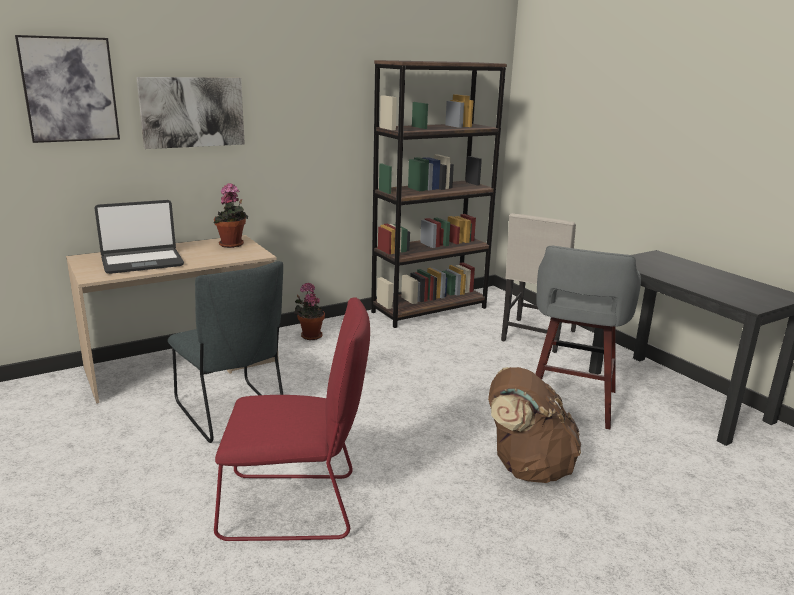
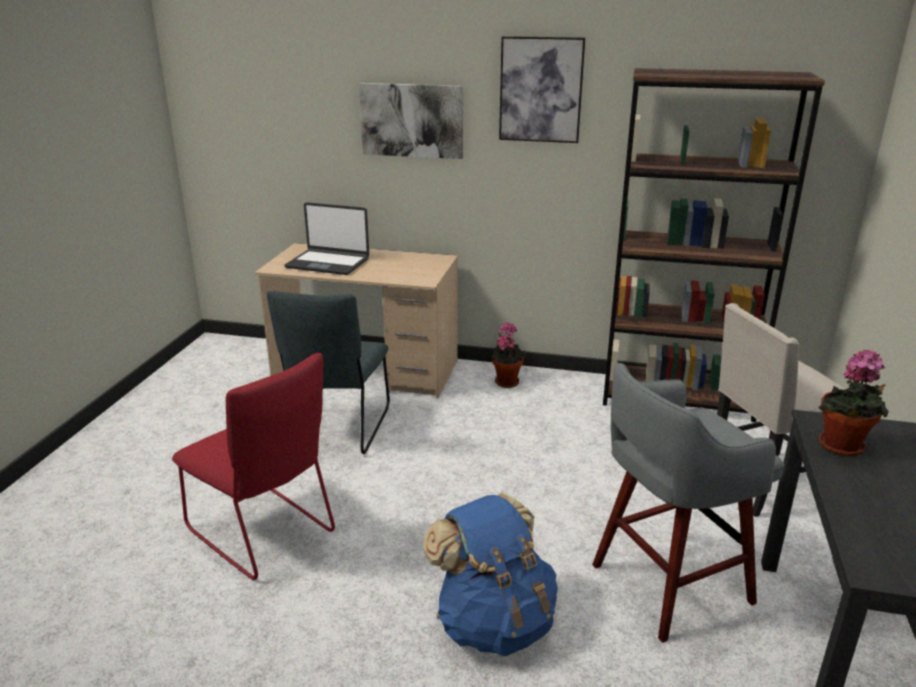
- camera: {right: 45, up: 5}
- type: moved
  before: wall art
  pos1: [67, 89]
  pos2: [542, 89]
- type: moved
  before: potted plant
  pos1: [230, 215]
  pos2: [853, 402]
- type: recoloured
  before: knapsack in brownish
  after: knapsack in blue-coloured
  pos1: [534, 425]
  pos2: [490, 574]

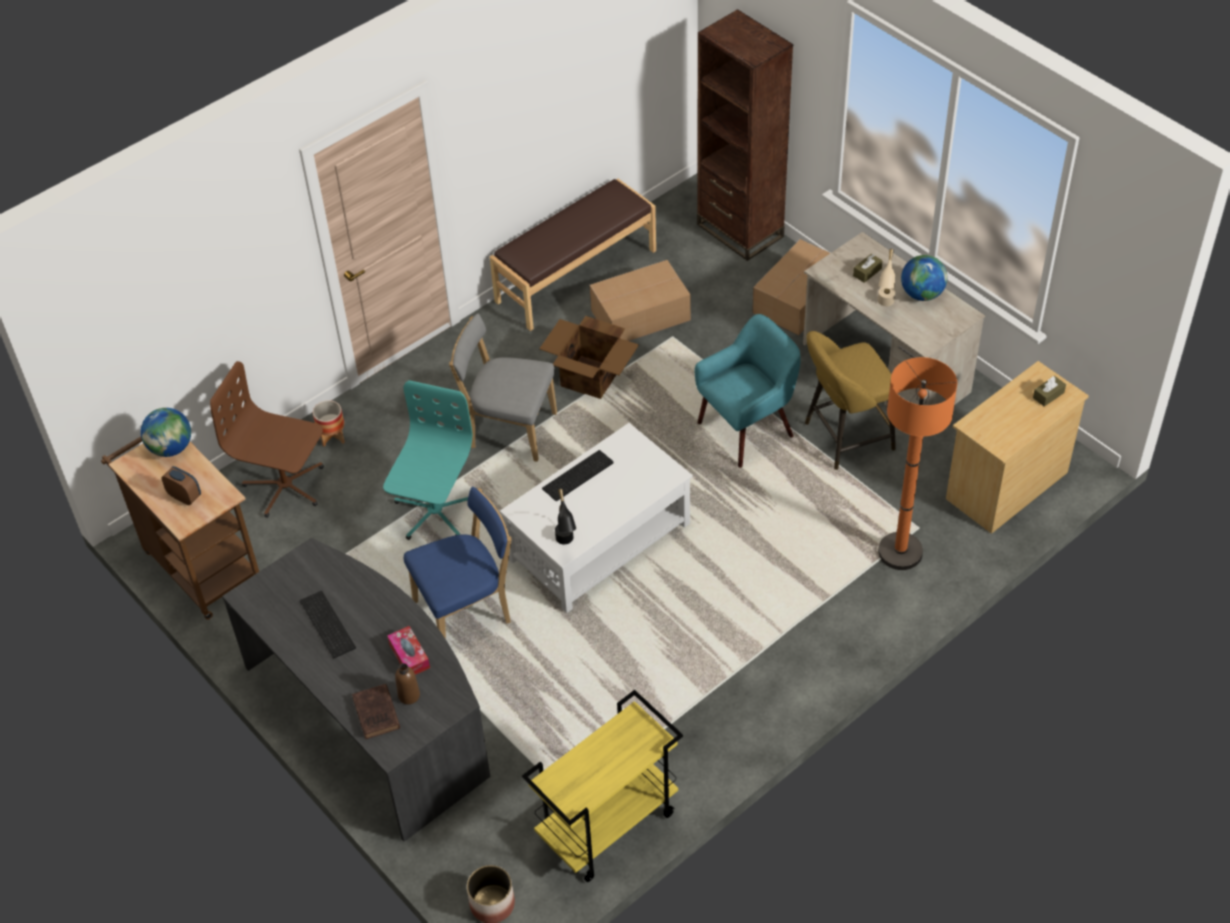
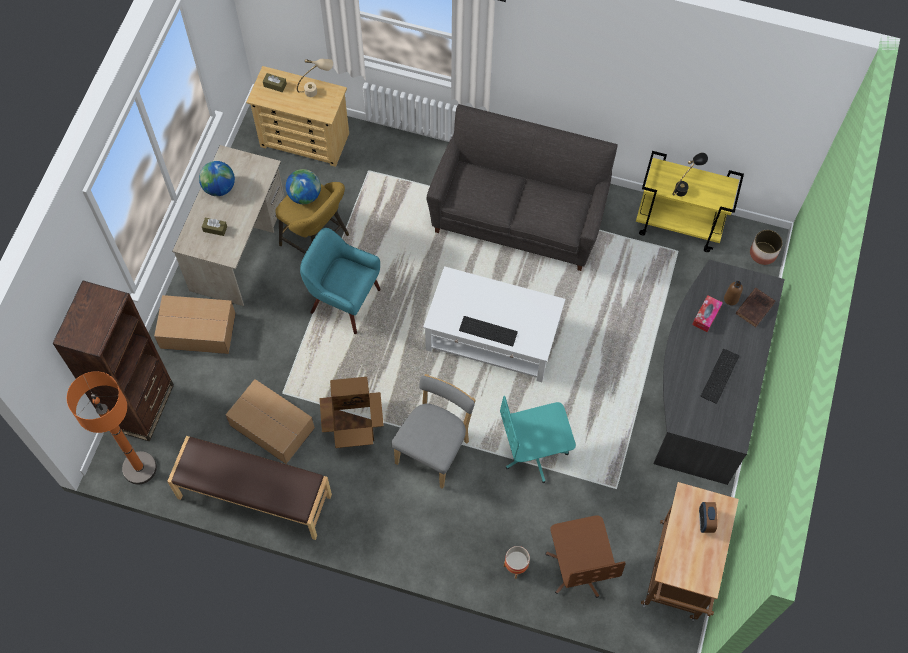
- camera: {right: -125, up: 15}
- type: moved
  before: world globe
  pos1: [166, 432]
  pos2: [303, 186]
- type: removed
  before: chair in blue-coloured
  pos1: [457, 563]
- type: turned
  before: chair in grey
  pos1: [503, 388]
  pos2: [433, 431]
  turn: -135
- type: moved
  before: tabletop lamp in black
  pos1: [565, 516]
  pos2: [690, 174]
- type: moved
  before: tabletop lamp in sand-coloured
  pos1: [886, 277]
  pos2: [315, 78]
- type: moved
  before: floor lamp in orangey
  pos1: [917, 463]
  pos2: [112, 427]
- type: added
  after: sofa in grey
  pos2: [522, 187]

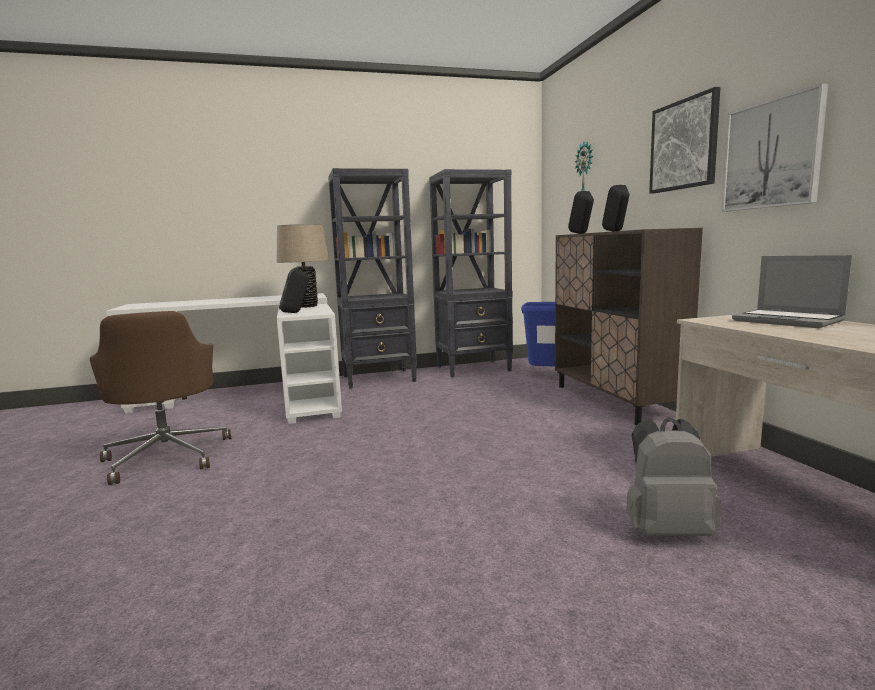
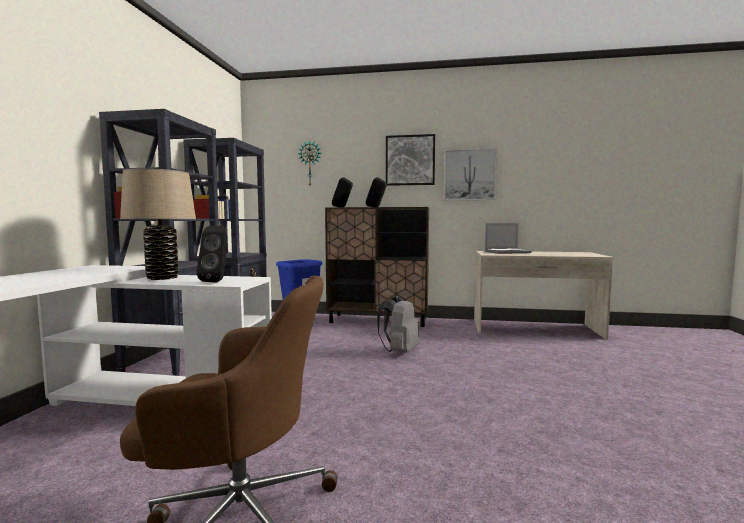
- camera: {right: -65, up: -5}
- type: moved
  before: knapsack in grey
  pos1: [673, 476]
  pos2: [398, 324]

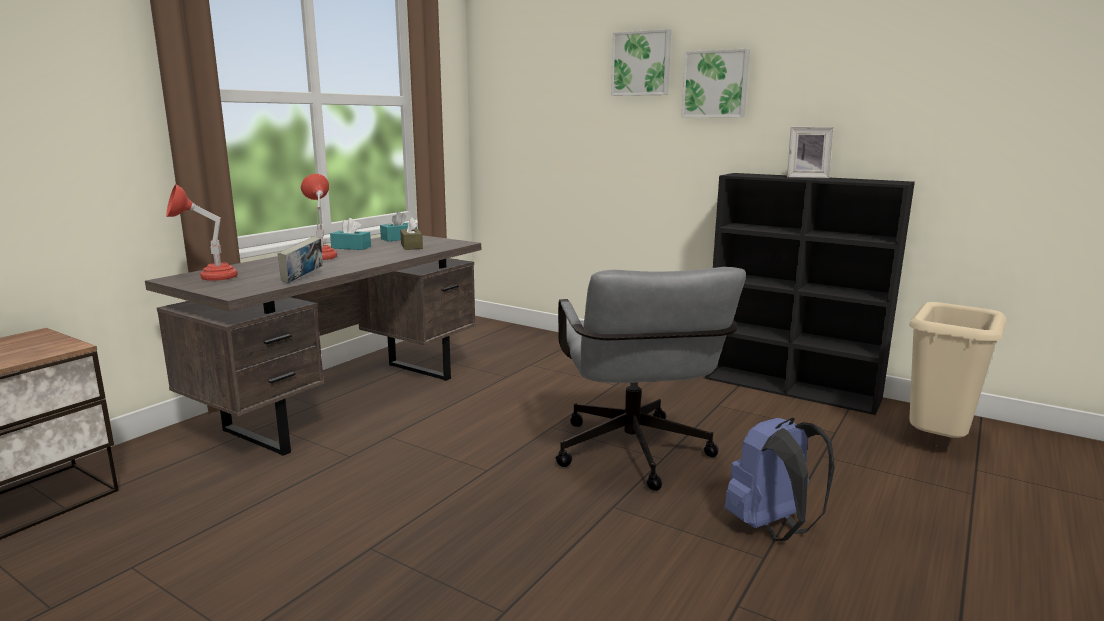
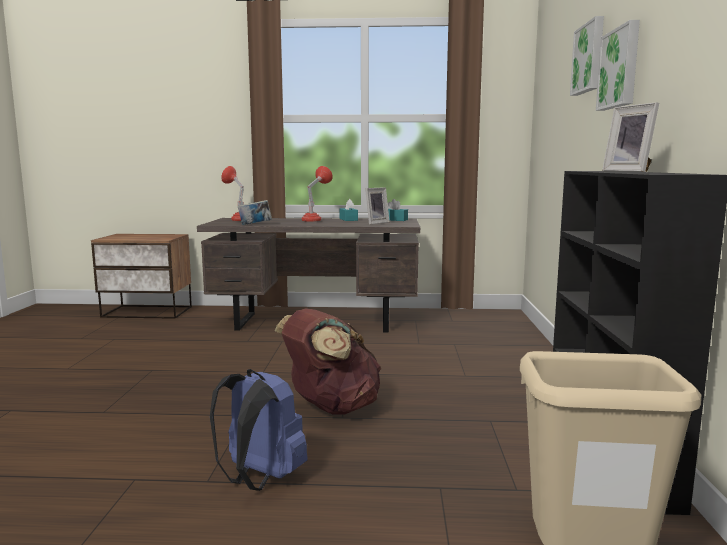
- camera: {right: 60, up: -5}
- type: replaced
  before: tissue box in brownish
  after: standing frame
  pos1: [411, 233]
  pos2: [377, 206]
- type: replaced
  before: desk chair in grey
  after: knapsack in brownish
  pos1: [651, 379]
  pos2: [328, 361]

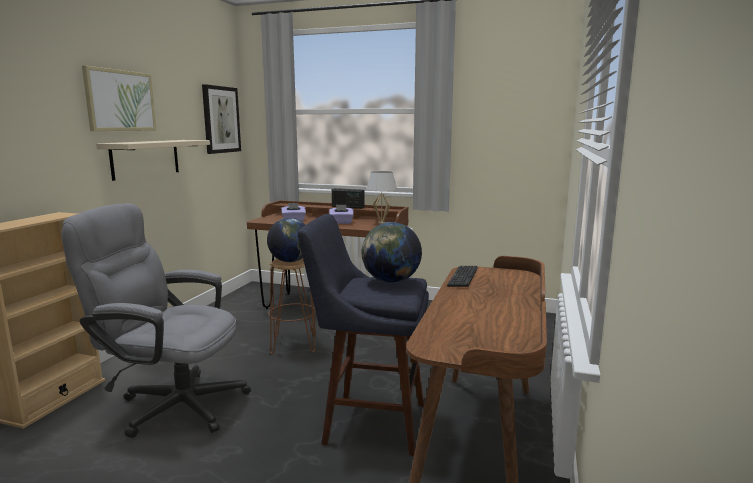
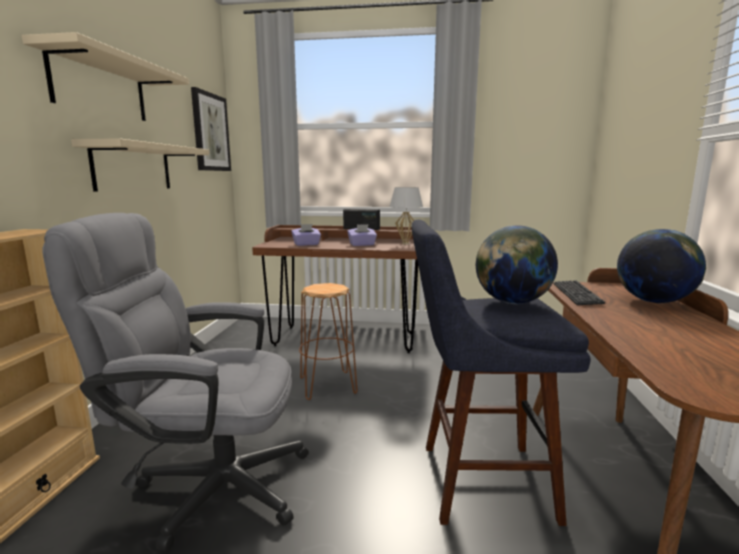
- camera: {right: -10, up: 0}
- type: replaced
  before: wall art
  after: shelf in sand-coloured
  pos1: [119, 98]
  pos2: [105, 76]
- type: moved
  before: world globe
  pos1: [286, 240]
  pos2: [661, 266]

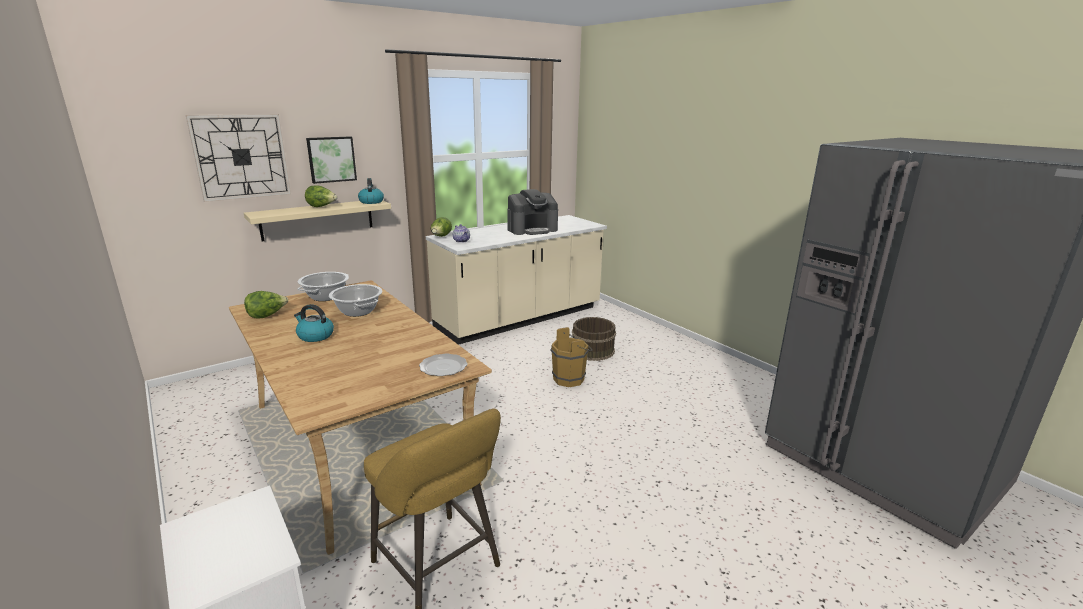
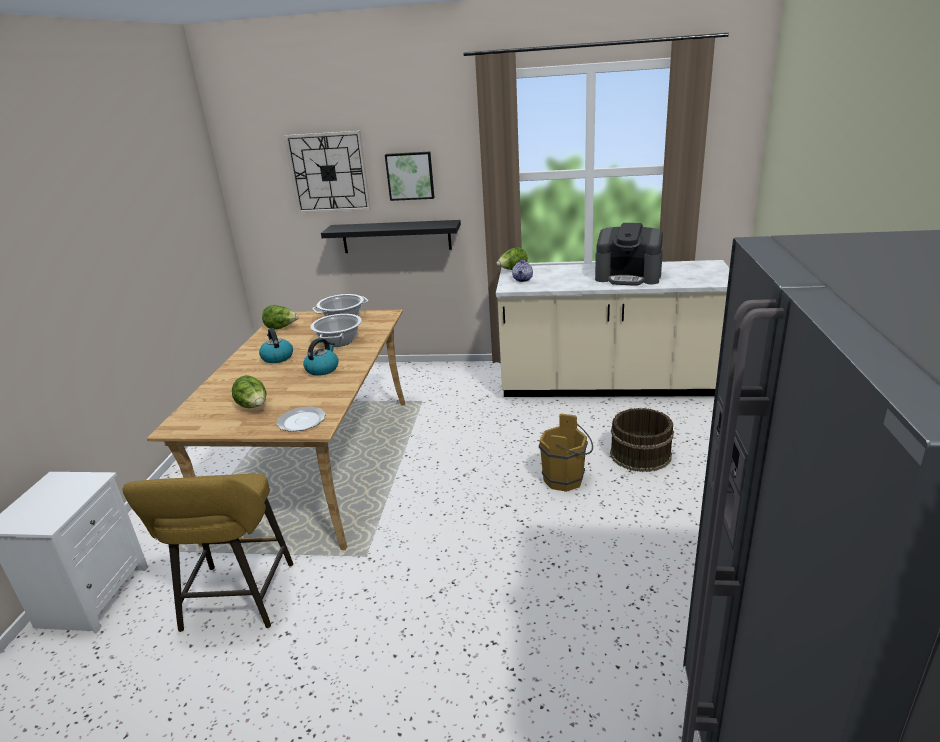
- camera: {right: 45, up: 5}
- type: recoloured
  before: shelf in sand-coloured
  after: shelf in black
  pos1: [317, 221]
  pos2: [391, 236]
- type: moved
  before: lettuce head
  pos1: [321, 196]
  pos2: [249, 391]
- type: moved
  before: kettle
  pos1: [371, 191]
  pos2: [321, 357]

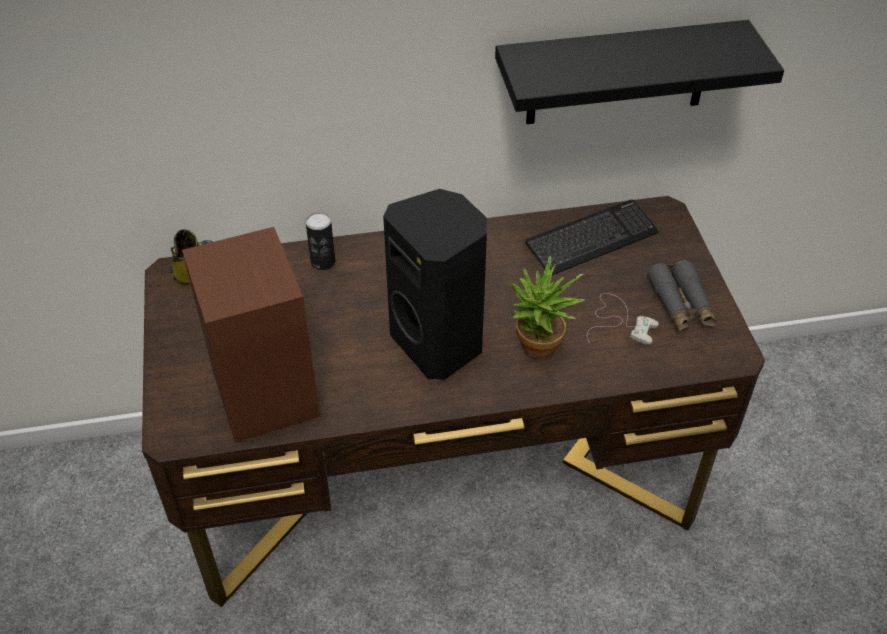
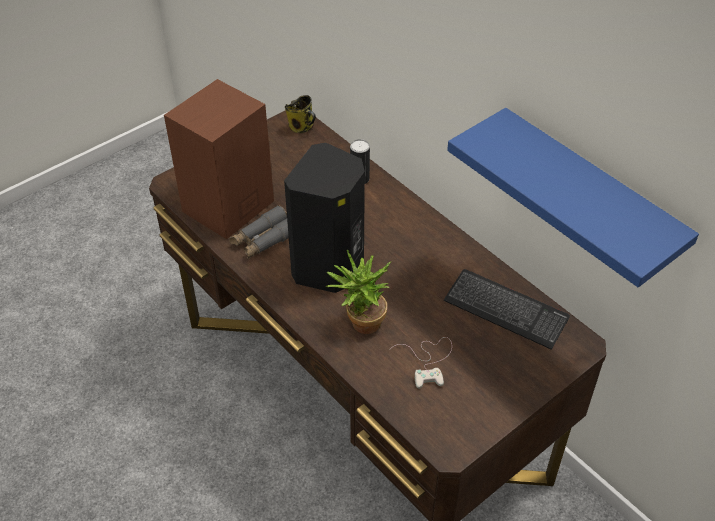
- camera: {right: 60, up: 0}
- type: recoloured
  before: shelf in black
  after: shelf in blue-coloured
  pos1: [639, 72]
  pos2: [573, 197]
- type: moved
  before: pair of binoculars in grey
  pos1: [682, 296]
  pos2: [259, 232]

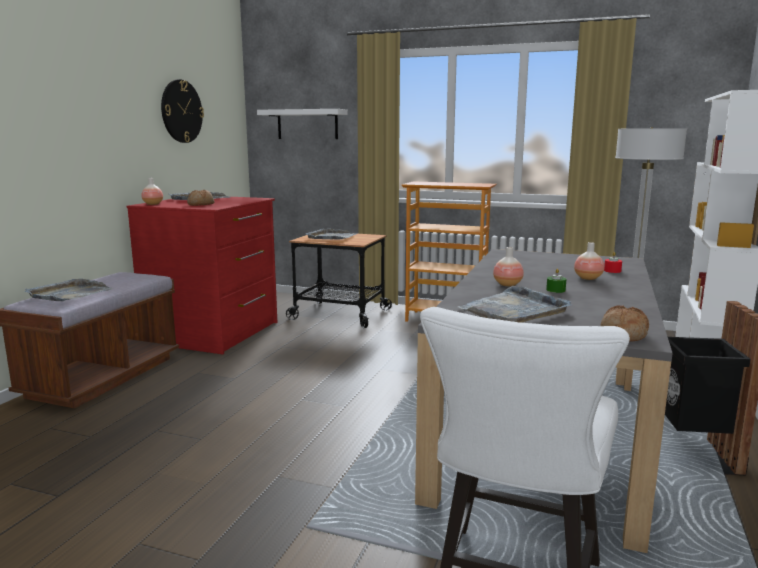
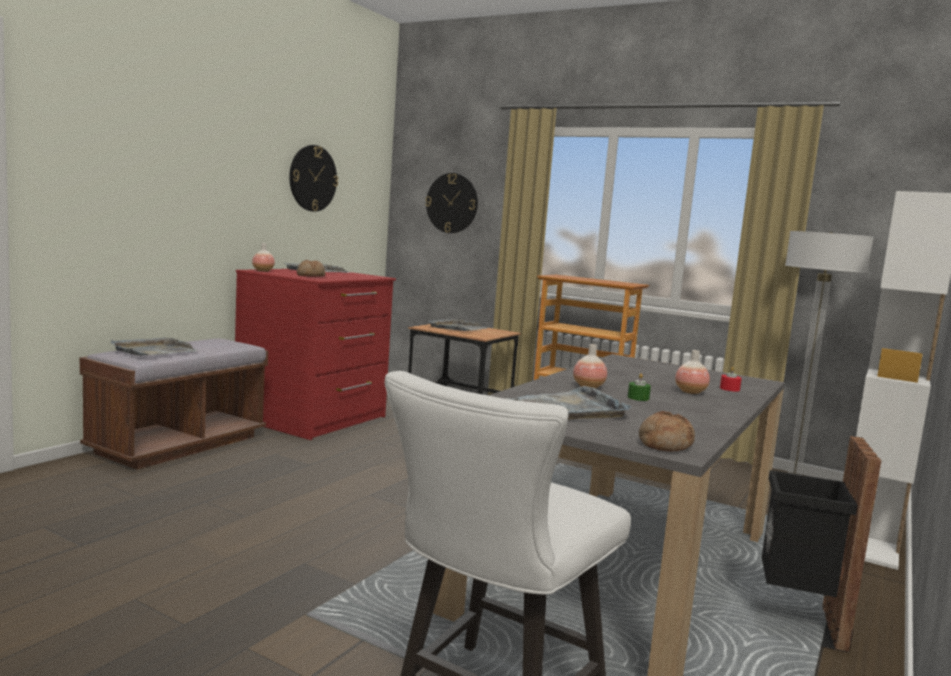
- camera: {right: 10, up: -5}
- type: replaced
  before: shelf in whitish
  after: wall clock
  pos1: [302, 124]
  pos2: [451, 203]

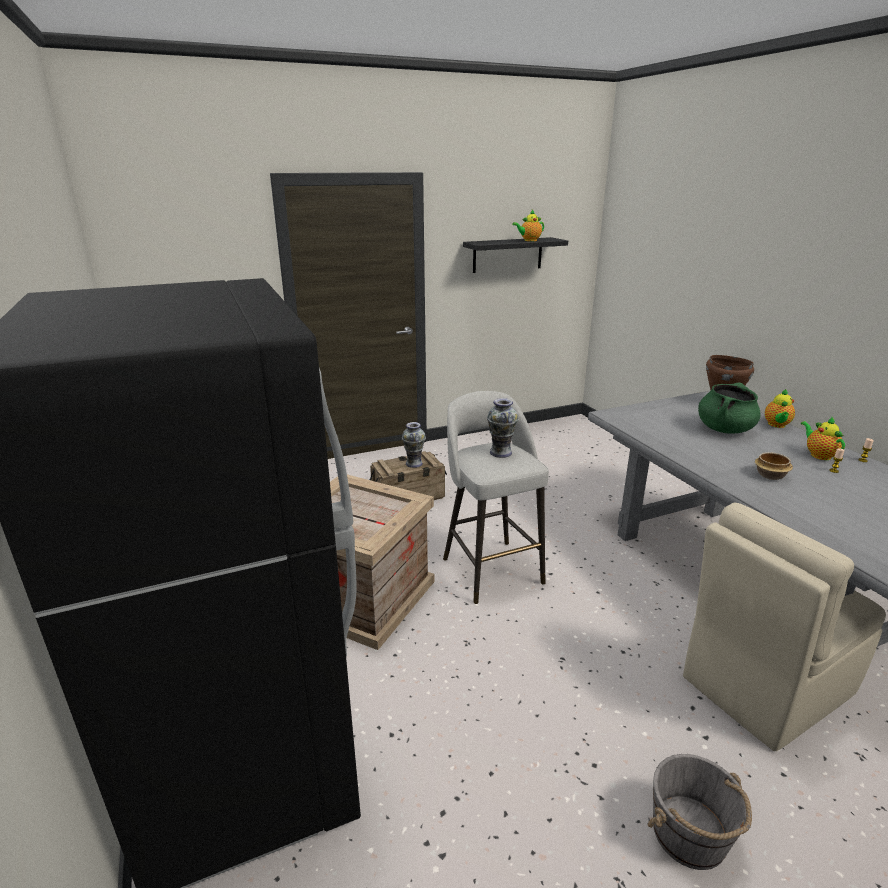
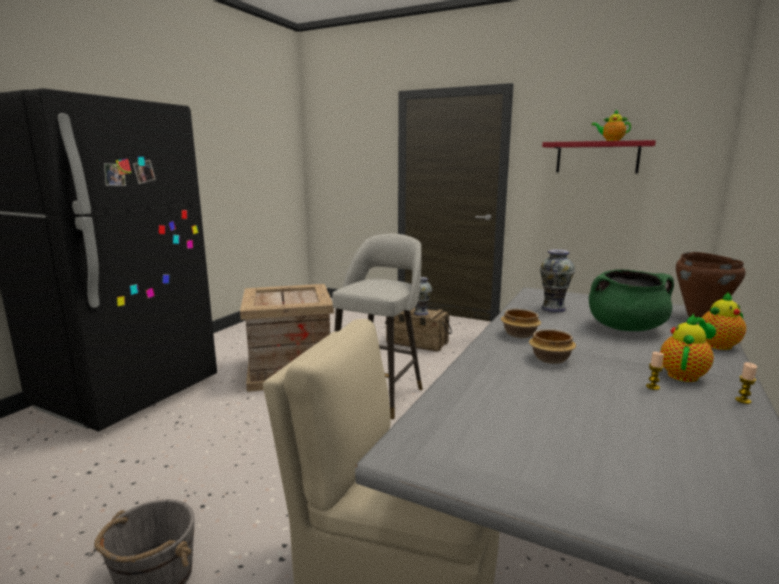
- camera: {right: 50, up: -10}
- type: recoloured
  before: shelf in black
  after: shelf in reddish
  pos1: [515, 255]
  pos2: [599, 156]
- type: moved
  before: vase
  pos1: [503, 428]
  pos2: [557, 280]
- type: added
  after: serving bowl
  pos2: [521, 323]

